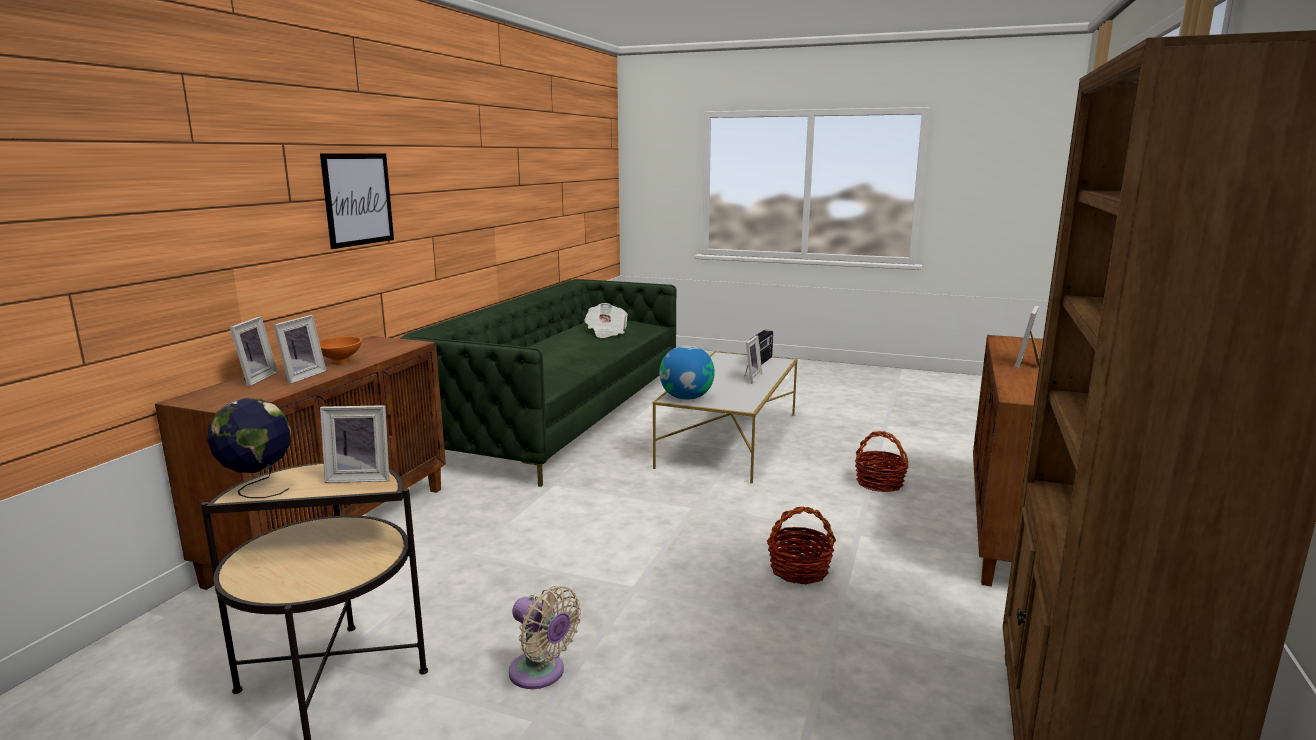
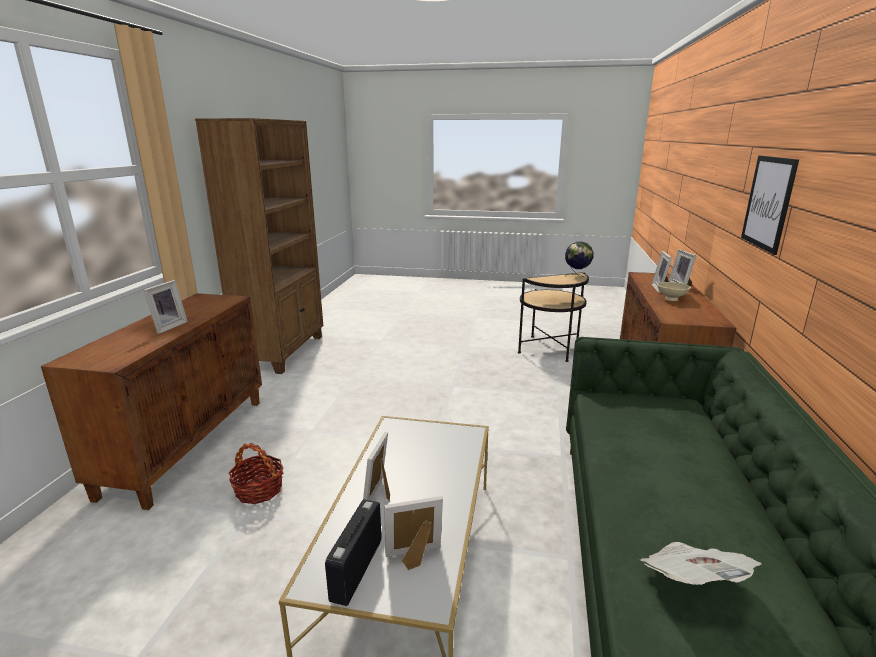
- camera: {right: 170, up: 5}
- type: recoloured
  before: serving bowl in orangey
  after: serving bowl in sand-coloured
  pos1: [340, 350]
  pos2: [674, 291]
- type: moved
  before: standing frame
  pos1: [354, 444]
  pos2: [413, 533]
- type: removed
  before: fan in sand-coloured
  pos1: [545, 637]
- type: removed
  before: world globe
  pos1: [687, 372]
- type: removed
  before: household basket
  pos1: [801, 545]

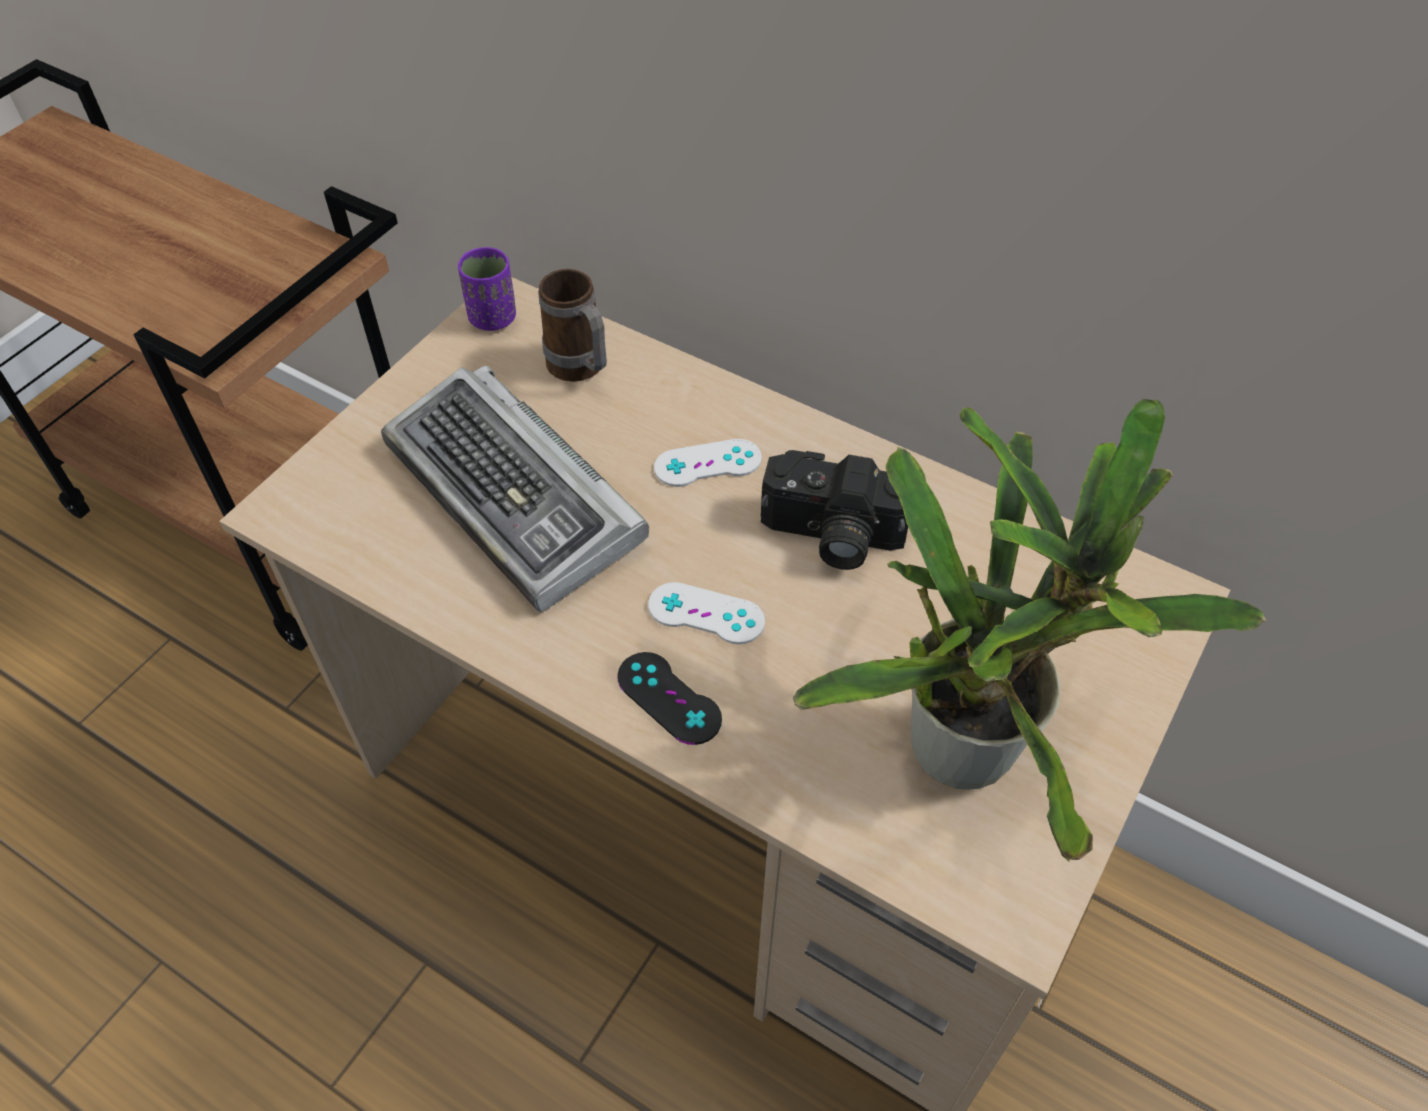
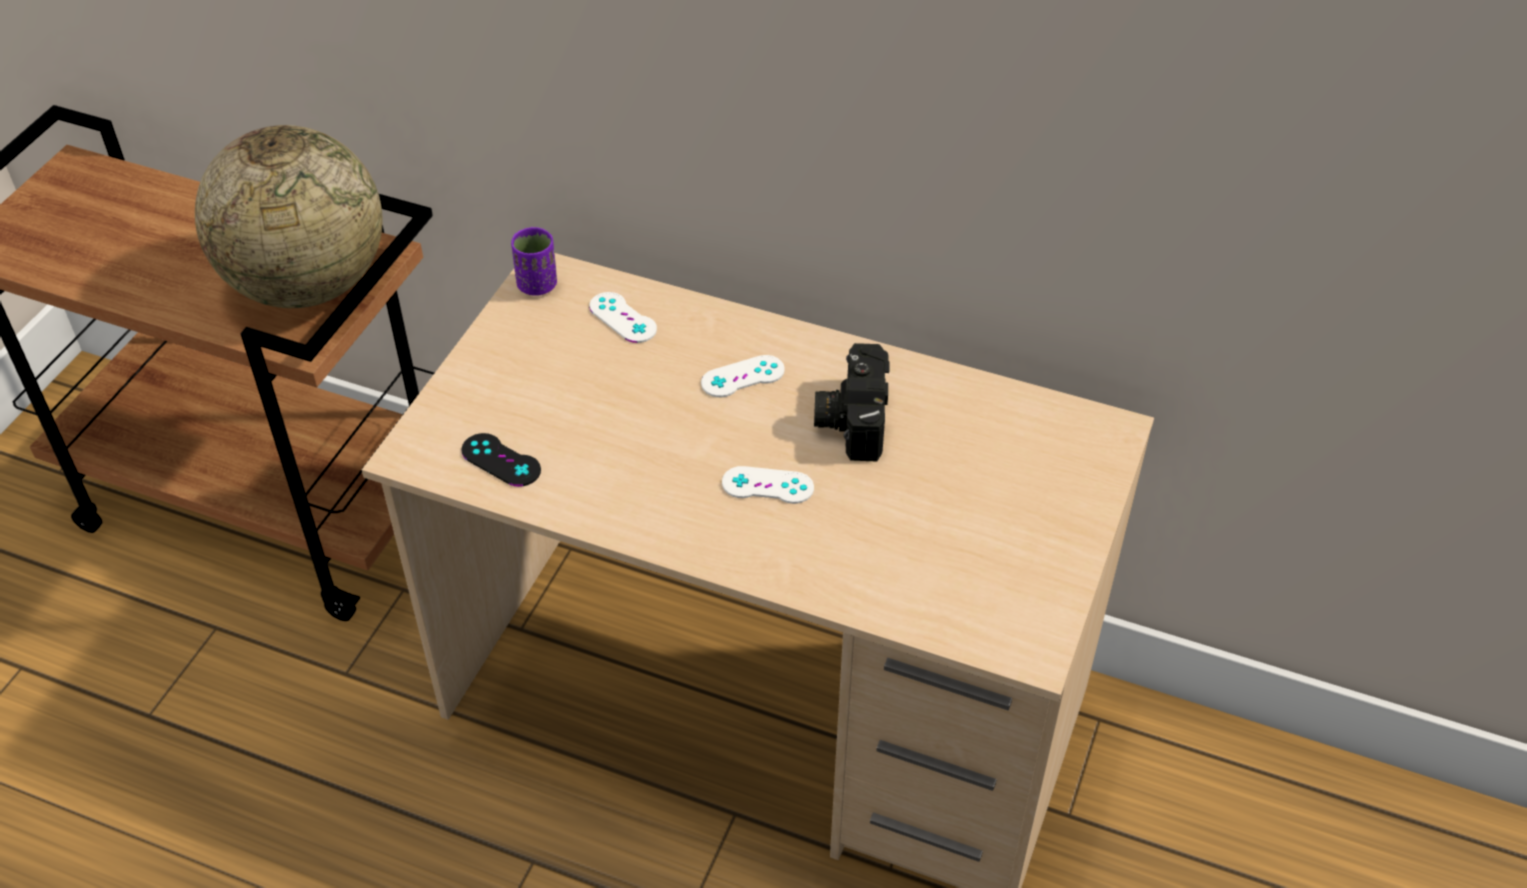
- camera: {right: -10, up: -5}
- type: removed
  before: PC keyboard
  pos1: [515, 489]
- type: replaced
  before: coffee mug
  after: game controller in whitish
  pos1: [572, 325]
  pos2: [623, 317]
- type: moved
  before: game controller in black
  pos1: [669, 698]
  pos2: [501, 460]
- type: turned
  before: photo camera
  pos1: [834, 510]
  pos2: [852, 402]
  turn: 90
- type: removed
  before: potted plant
  pos1: [1030, 630]
- type: added
  after: world globe
  pos2: [289, 216]

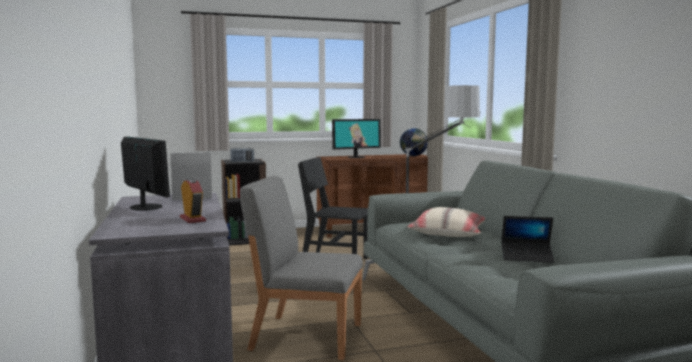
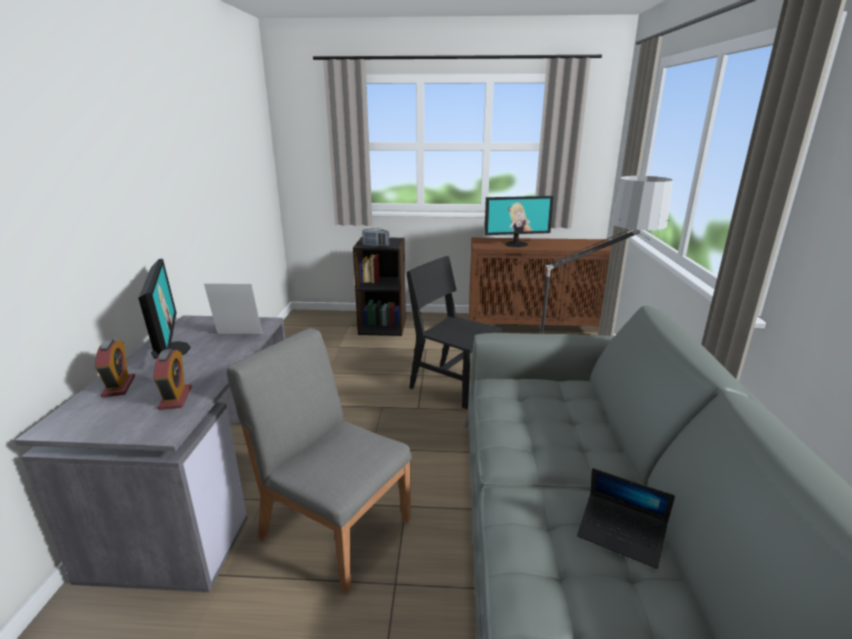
- camera: {right: 20, up: 15}
- type: removed
  before: world globe
  pos1: [414, 142]
- type: removed
  before: pillow in sand-coloured
  pos1: [446, 222]
- type: added
  after: bedside clock
  pos2: [115, 368]

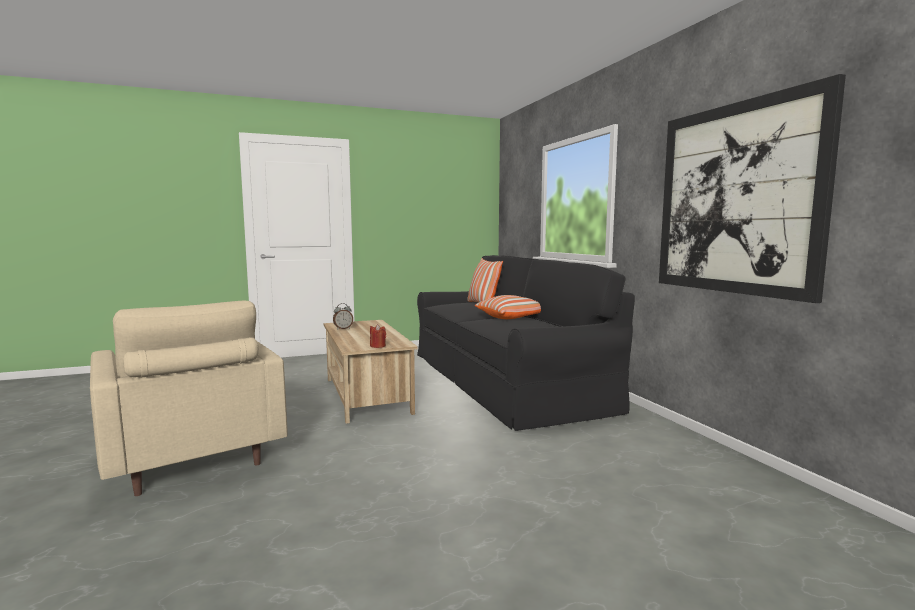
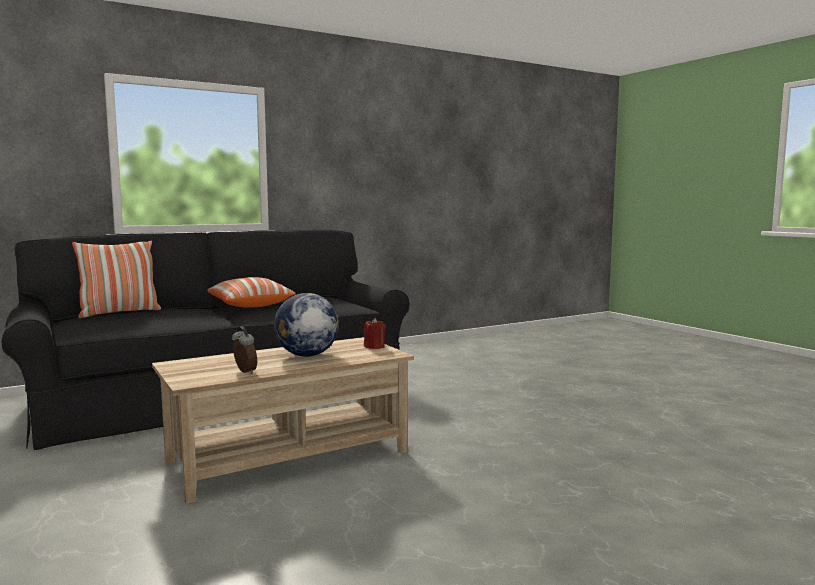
- camera: {right: -100, up: 0}
- type: removed
  before: lounge chair in sand-coloured
  pos1: [188, 398]
- type: removed
  before: wall art
  pos1: [752, 188]
- type: added
  after: world globe
  pos2: [306, 325]

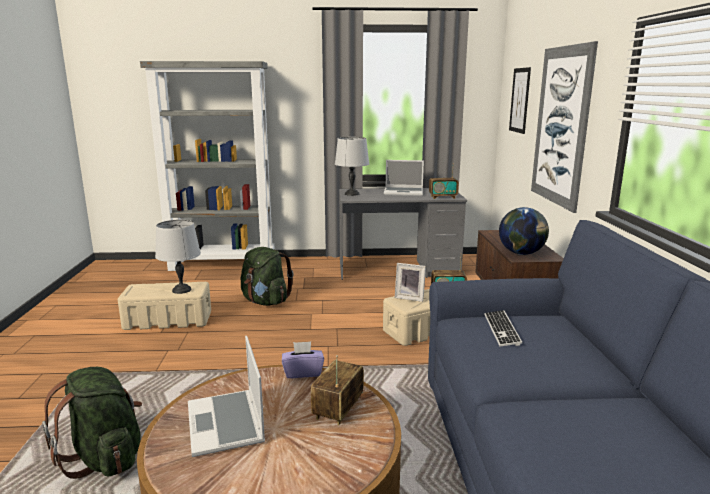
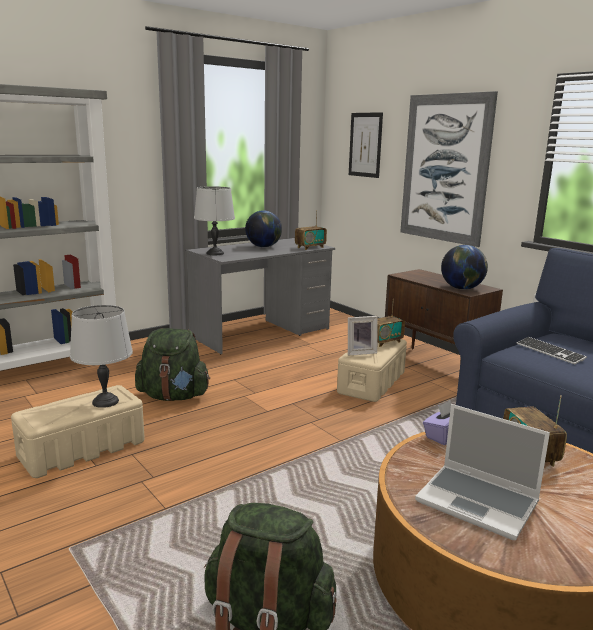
- camera: {right: -35, up: 0}
- type: replaced
  before: portable computer
  after: world globe
  pos1: [404, 178]
  pos2: [263, 228]

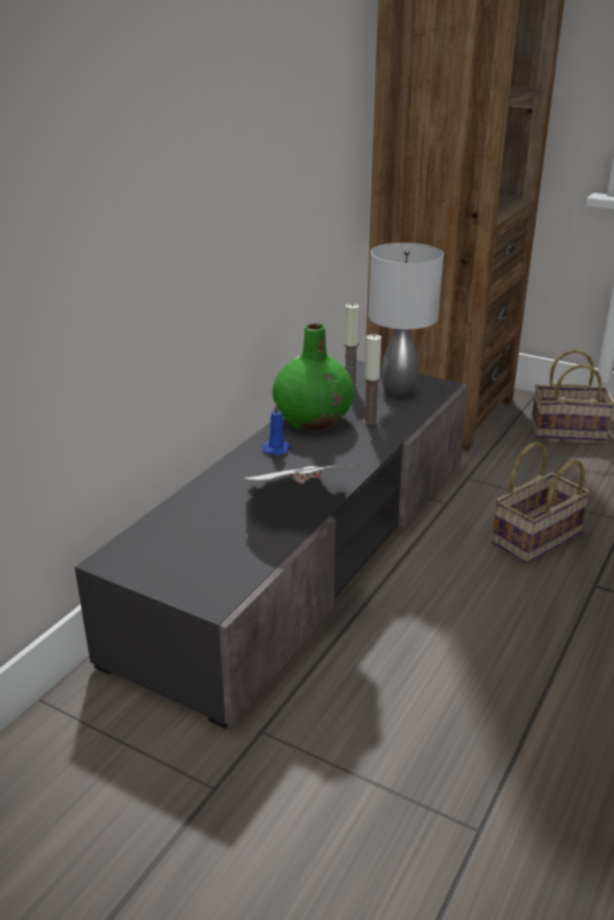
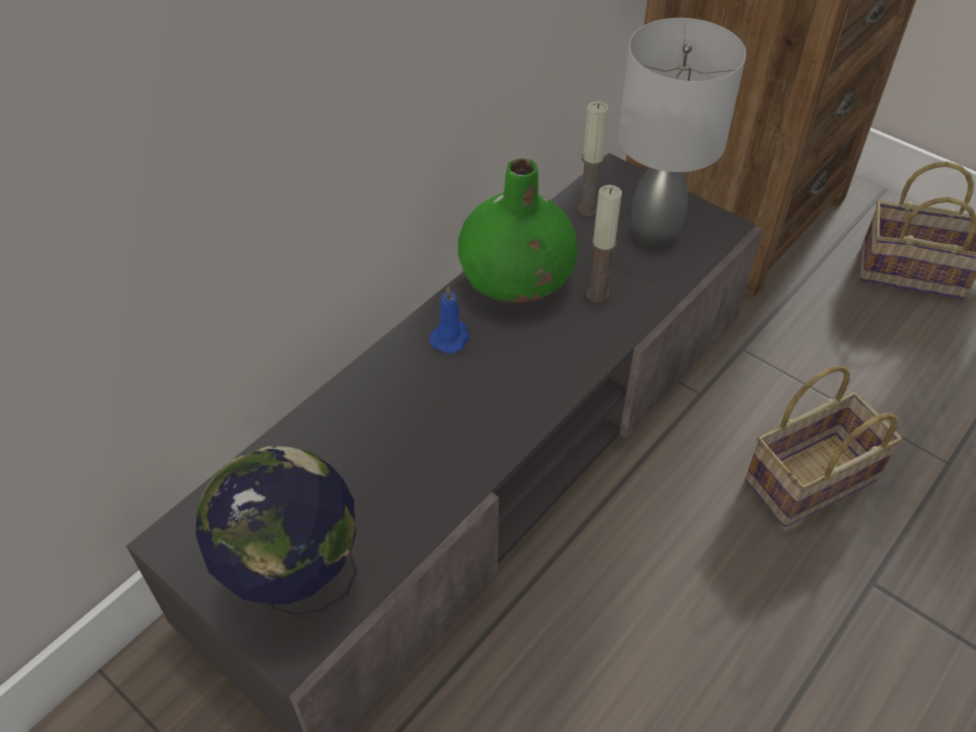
- camera: {right: 10, up: 20}
- type: removed
  before: printed paper
  pos1: [303, 474]
- type: added
  after: world globe
  pos2: [276, 531]

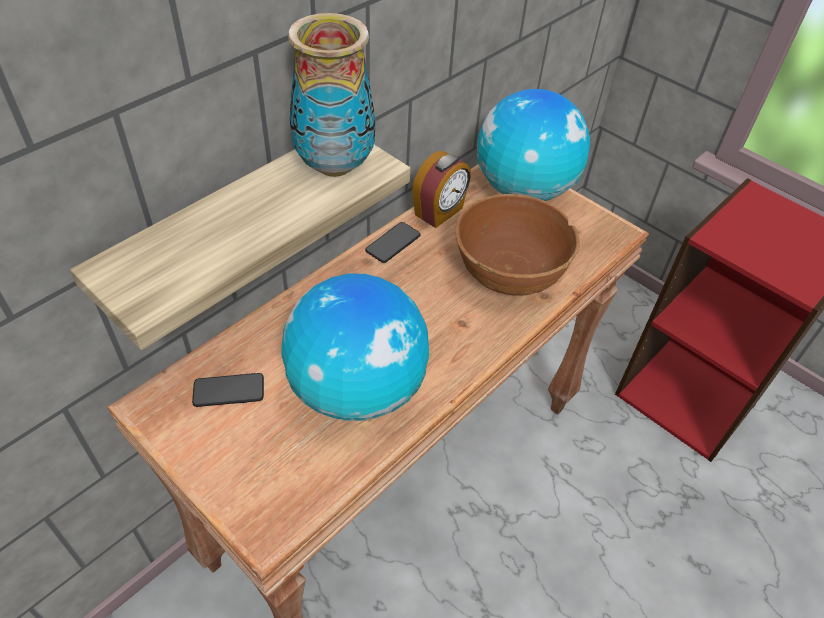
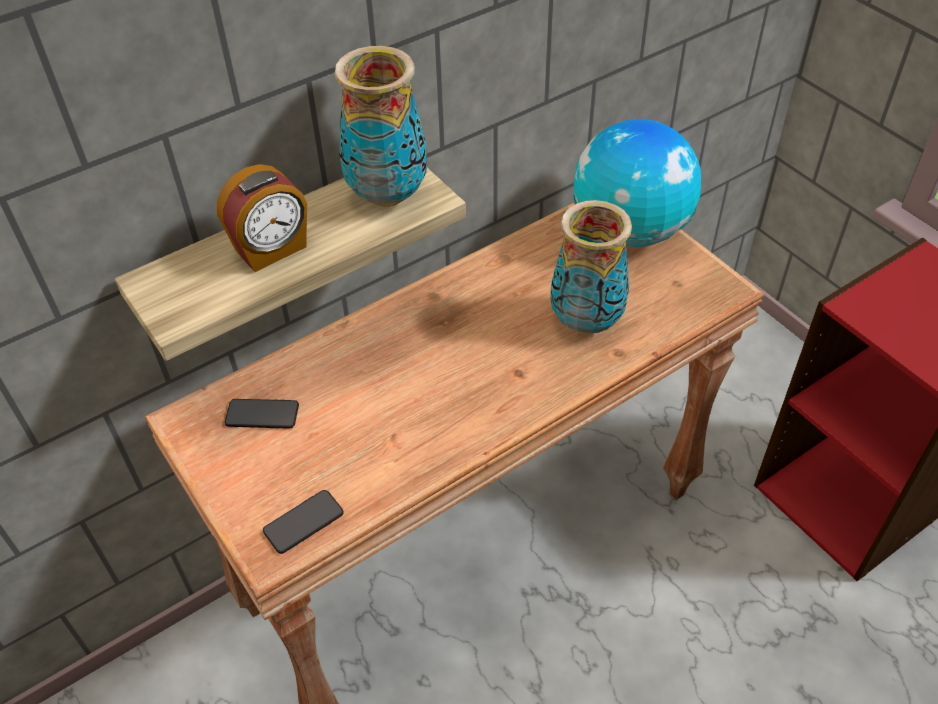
- camera: {right: 15, up: 0}
- type: removed
  before: world globe
  pos1: [355, 347]
- type: moved
  before: phone
  pos1: [393, 242]
  pos2: [303, 522]
- type: moved
  before: bedside clock
  pos1: [441, 189]
  pos2: [262, 218]
- type: replaced
  before: serving bowl in brownish
  after: vase
  pos1: [517, 245]
  pos2: [591, 267]

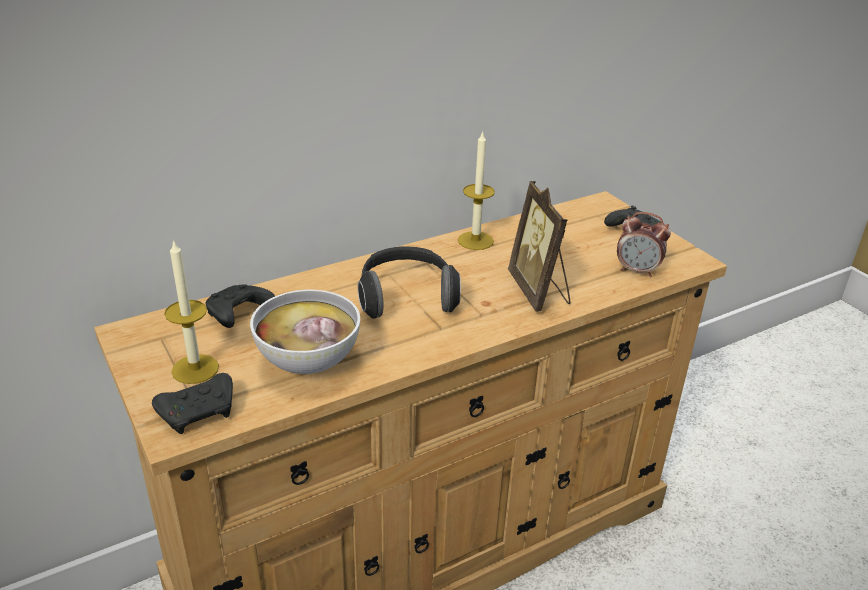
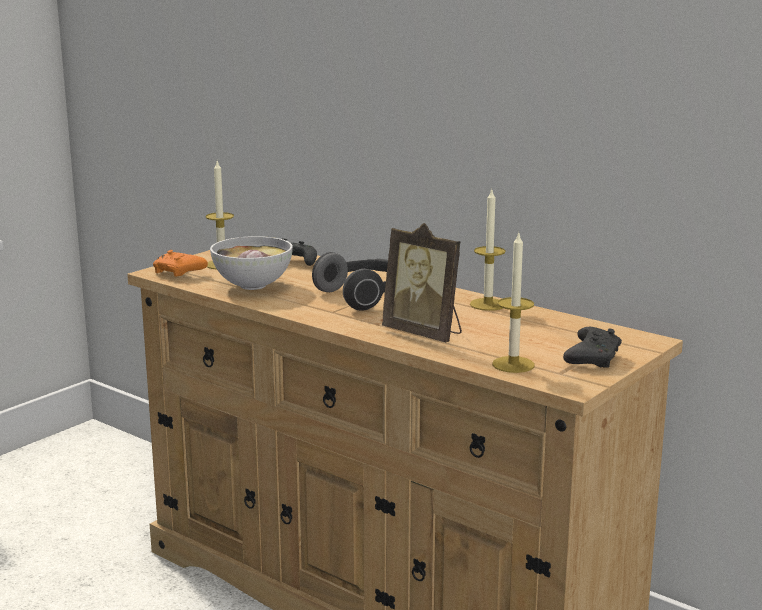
- camera: {right: 70, up: -15}
- type: recoloured
  before: game controller in black
  after: game controller in orangey
  pos1: [192, 403]
  pos2: [180, 263]
- type: turned
  before: standing frame
  pos1: [539, 246]
  pos2: [422, 282]
  turn: -105
- type: replaced
  before: bedside clock
  after: wax candle
  pos1: [644, 244]
  pos2: [513, 302]

